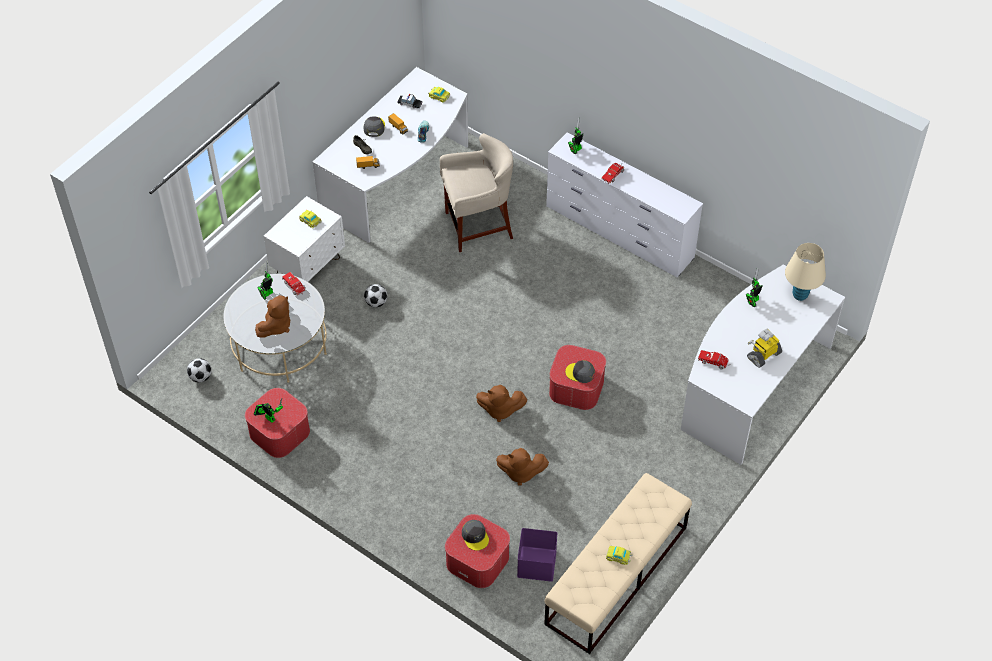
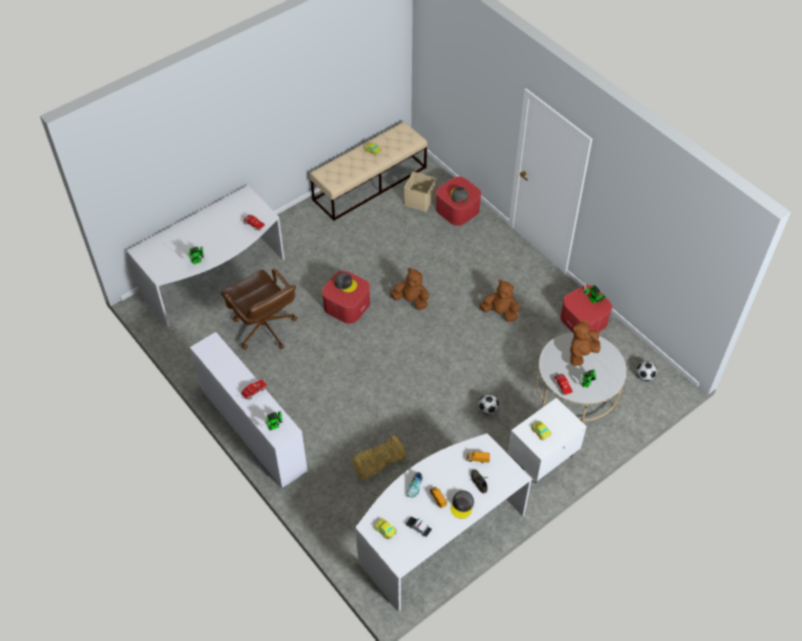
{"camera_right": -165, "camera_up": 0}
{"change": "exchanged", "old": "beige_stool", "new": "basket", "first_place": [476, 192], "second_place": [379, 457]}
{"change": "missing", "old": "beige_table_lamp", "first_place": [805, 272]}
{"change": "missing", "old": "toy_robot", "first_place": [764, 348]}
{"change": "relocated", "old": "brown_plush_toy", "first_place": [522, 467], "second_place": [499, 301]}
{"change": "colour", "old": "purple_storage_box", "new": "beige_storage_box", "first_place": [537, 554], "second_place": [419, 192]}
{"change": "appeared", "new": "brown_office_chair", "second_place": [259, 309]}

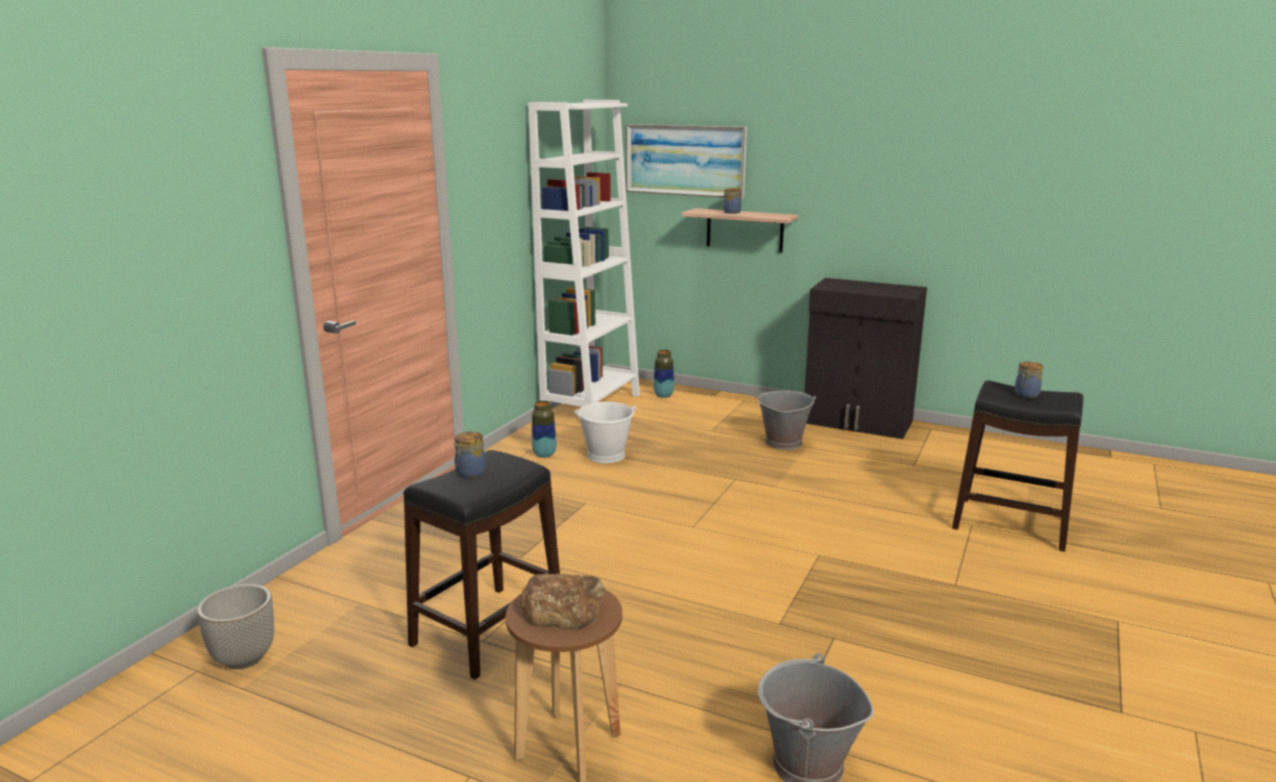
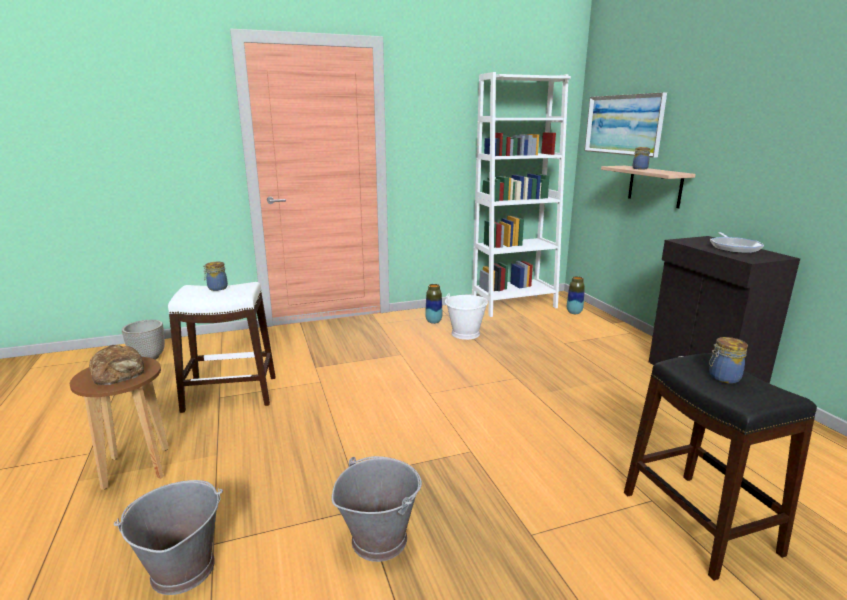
{"camera_right": 45, "camera_up": 0}
{"change": "relocated", "old": "grey_bucket", "first_place": [786, 420], "second_place": [377, 509]}
{"change": "colour", "old": "black_stool", "new": "white_stool", "first_place": [481, 565], "second_place": [222, 347]}
{"change": "appeared", "new": "frying_pan", "second_place": [737, 242]}

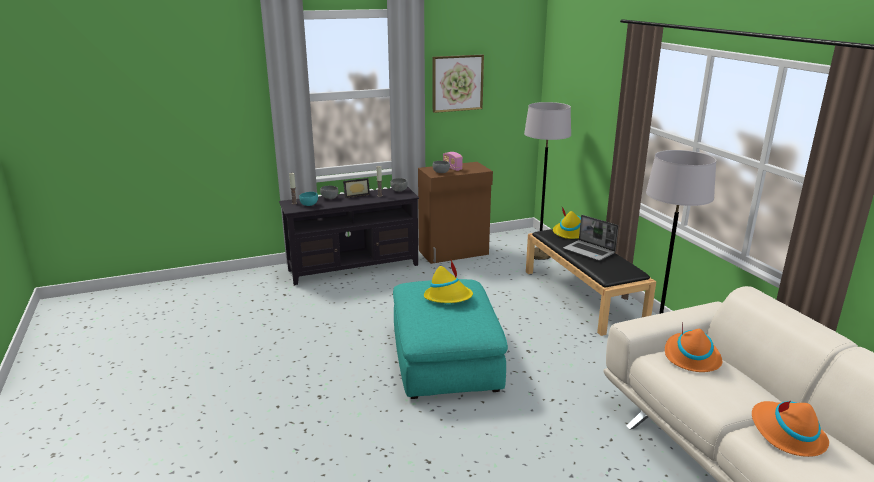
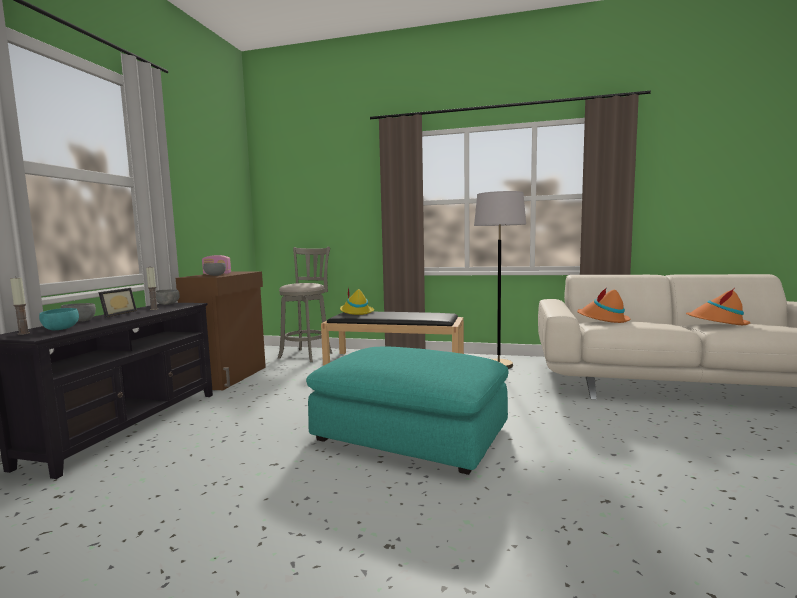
{"camera_right": -55, "camera_up": -15}
{"change": "missing", "old": "picture", "first_place": [458, 83]}
{"change": "exchanged", "old": "grey_floor_lamp", "new": "grey_stool", "first_place": [547, 181], "second_place": [305, 304]}
{"change": "missing", "old": "laptop", "first_place": [590, 238]}
{"change": "missing", "old": "yellow_hat", "first_place": [448, 281]}

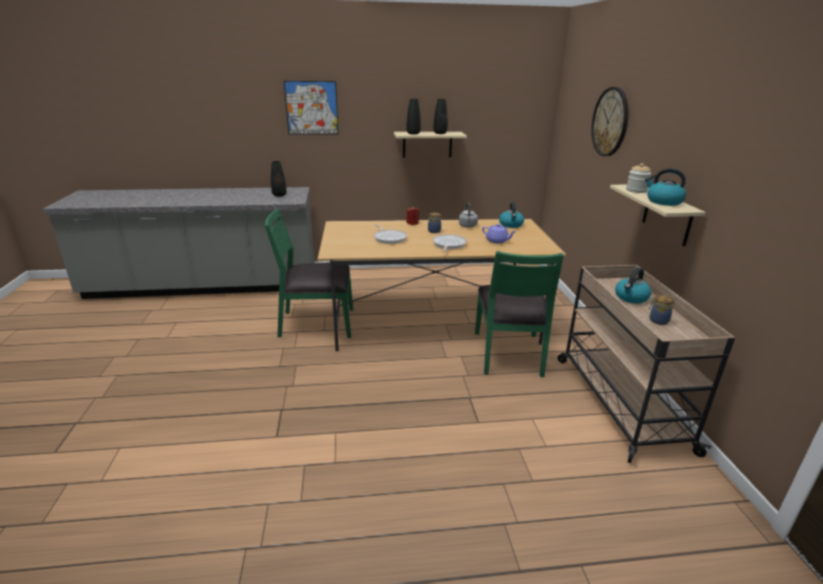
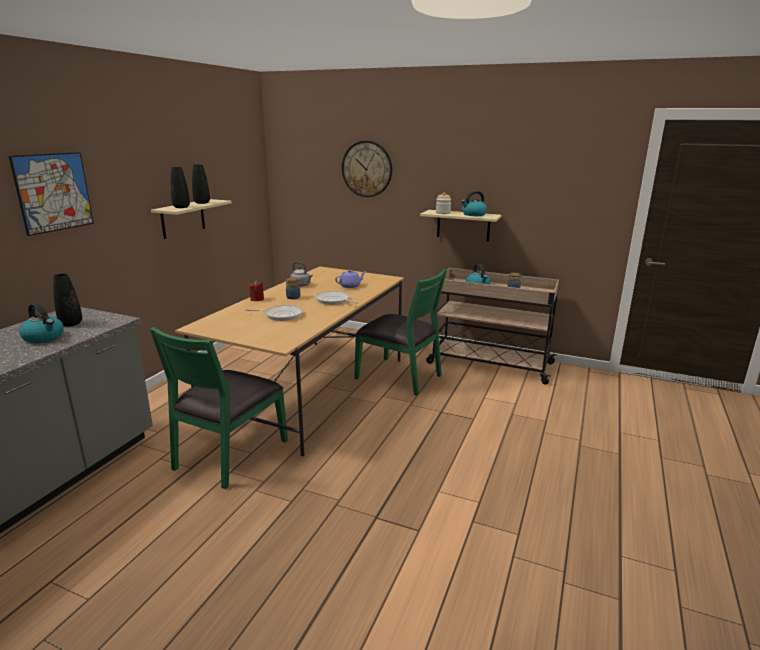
{"camera_right": -60, "camera_up": -5}
{"change": "relocated", "old": "kettle", "first_place": [511, 215], "second_place": [41, 323]}

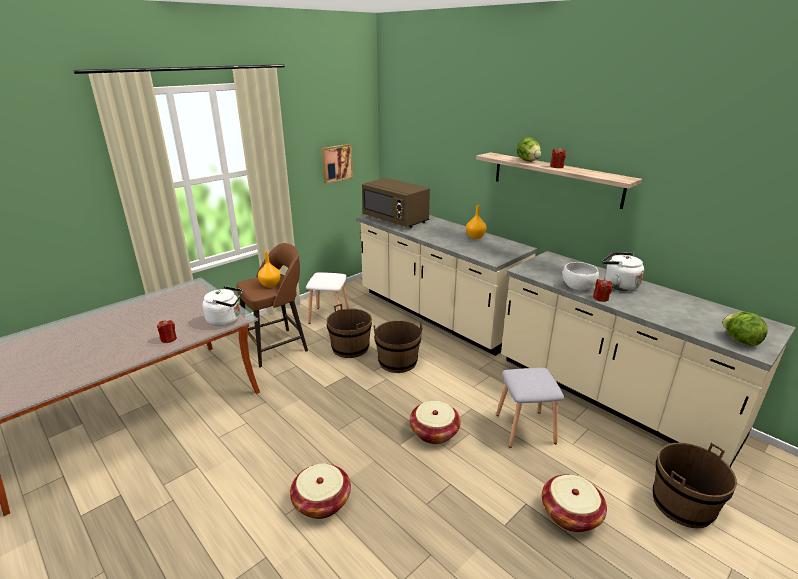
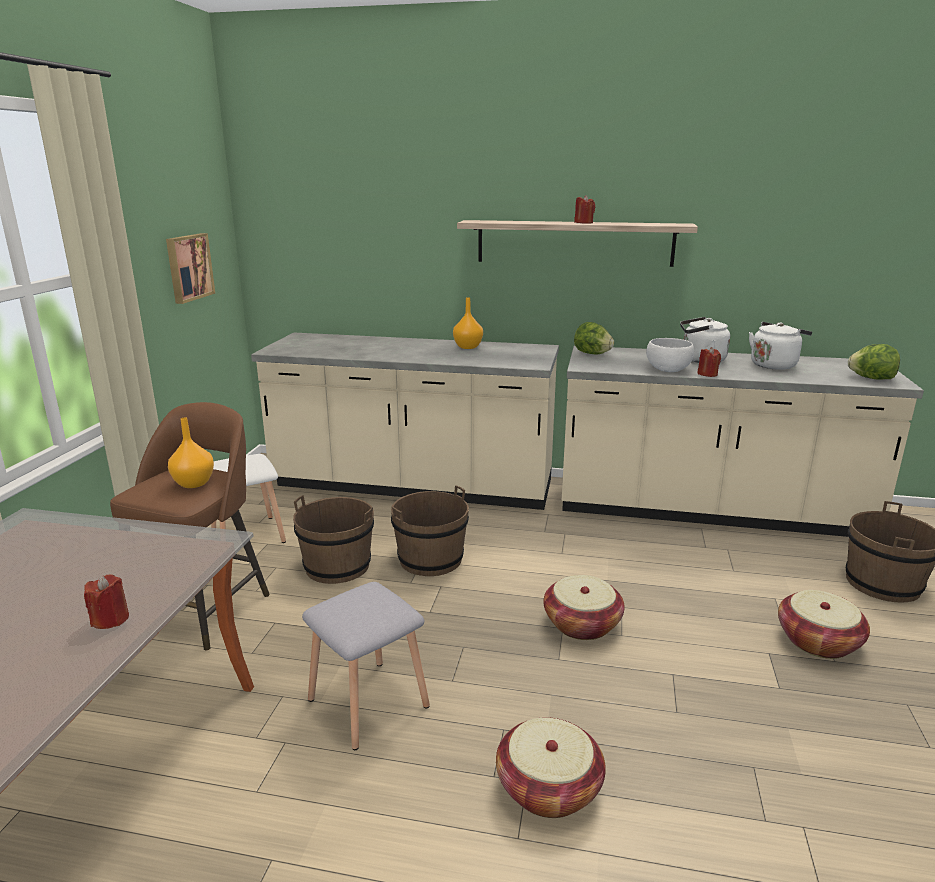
{"camera_right": -35, "camera_up": -5}
{"change": "relocated", "old": "lettuce", "first_place": [529, 149], "second_place": [594, 338]}
{"change": "missing", "old": "brown_microwave", "first_place": [396, 203]}
{"change": "relocated", "old": "white_kettle", "first_place": [222, 306], "second_place": [780, 346]}
{"change": "relocated", "old": "grey_stool", "first_place": [530, 408], "second_place": [366, 666]}

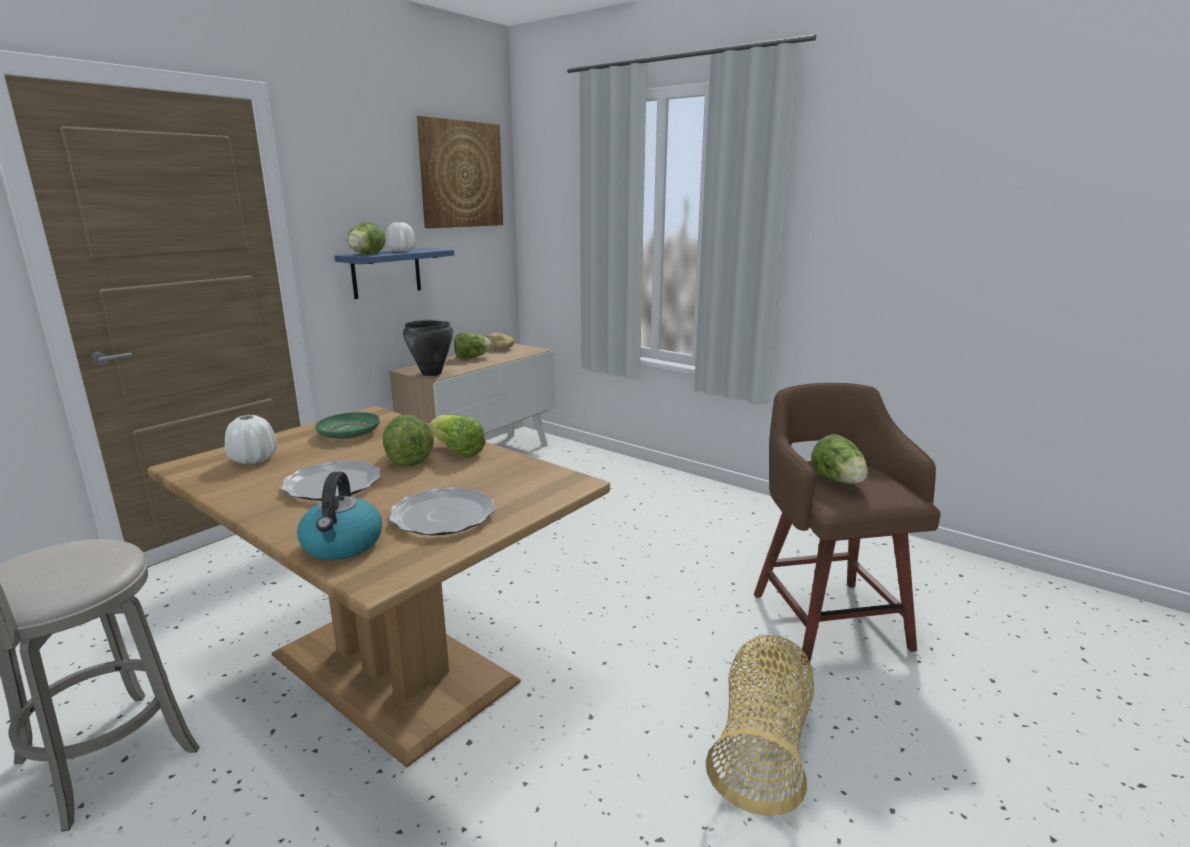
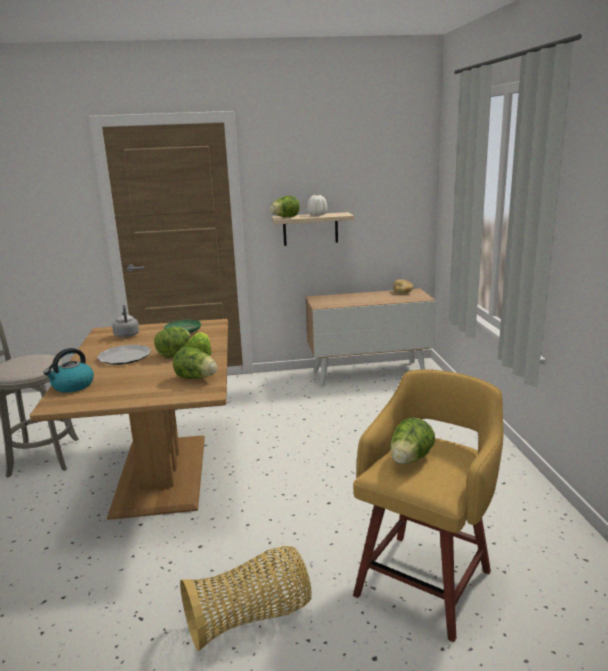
{"camera_right": 45, "camera_up": 0}
{"change": "missing", "old": "picture", "first_place": [460, 172]}
{"change": "colour", "old": "blue_shelf", "new": "beige_shelf", "first_place": [394, 273], "second_place": [313, 229]}
{"change": "missing", "old": "black_cooking_pot", "first_place": [428, 348]}
{"change": "relocated", "old": "lettuce", "first_place": [473, 345], "second_place": [195, 363]}
{"change": "colour", "old": "brown_stool", "new": "yellow_stool", "first_place": [847, 524], "second_place": [428, 506]}
{"change": "exchanged", "old": "white_vase", "new": "grey_kettle", "first_place": [251, 439], "second_place": [125, 321]}
{"change": "missing", "old": "plate", "first_place": [442, 511]}

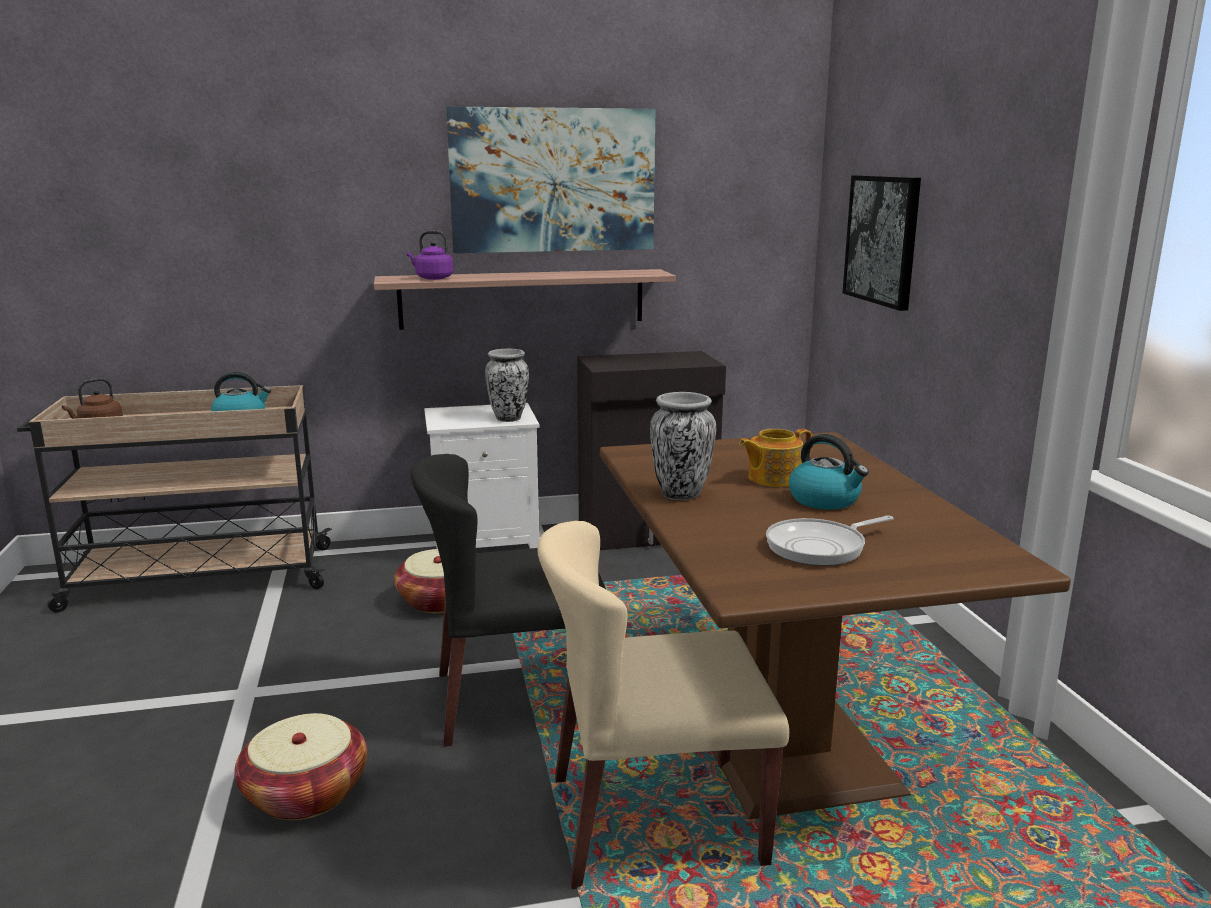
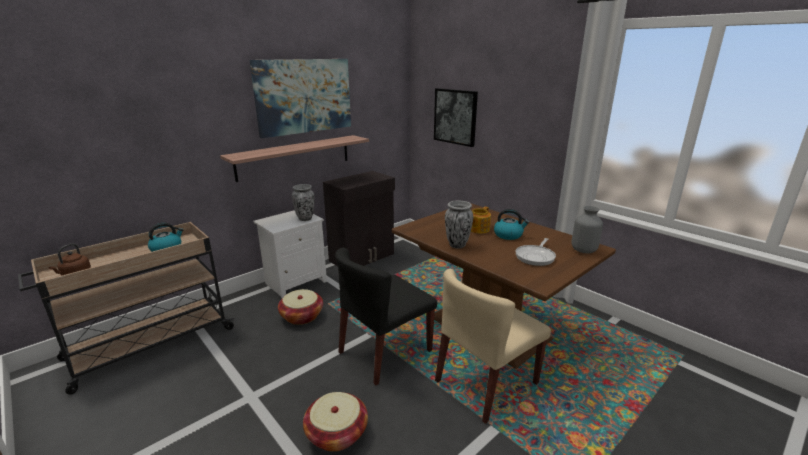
{"camera_right": -30, "camera_up": 5}
{"change": "missing", "old": "purple_kettle", "first_place": [430, 255]}
{"change": "appeared", "new": "grey_vase", "second_place": [587, 229]}

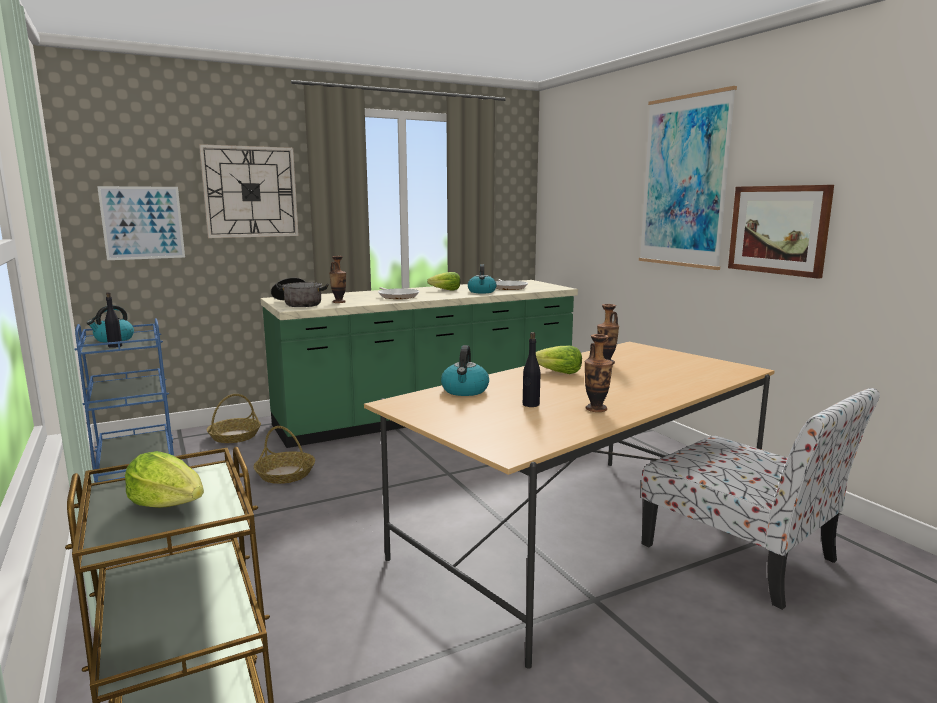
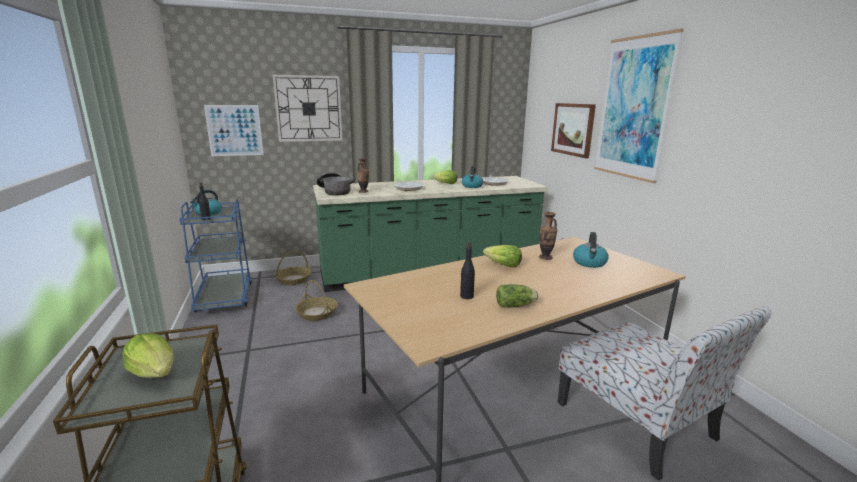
{"camera_right": 10, "camera_up": 5}
{"change": "relocated", "old": "picture", "first_place": [781, 232], "second_place": [573, 130]}
{"change": "exchanged", "old": "vase", "new": "lettuce", "first_place": [599, 373], "second_place": [517, 296]}
{"change": "relocated", "old": "kettle", "first_place": [465, 370], "second_place": [591, 250]}

